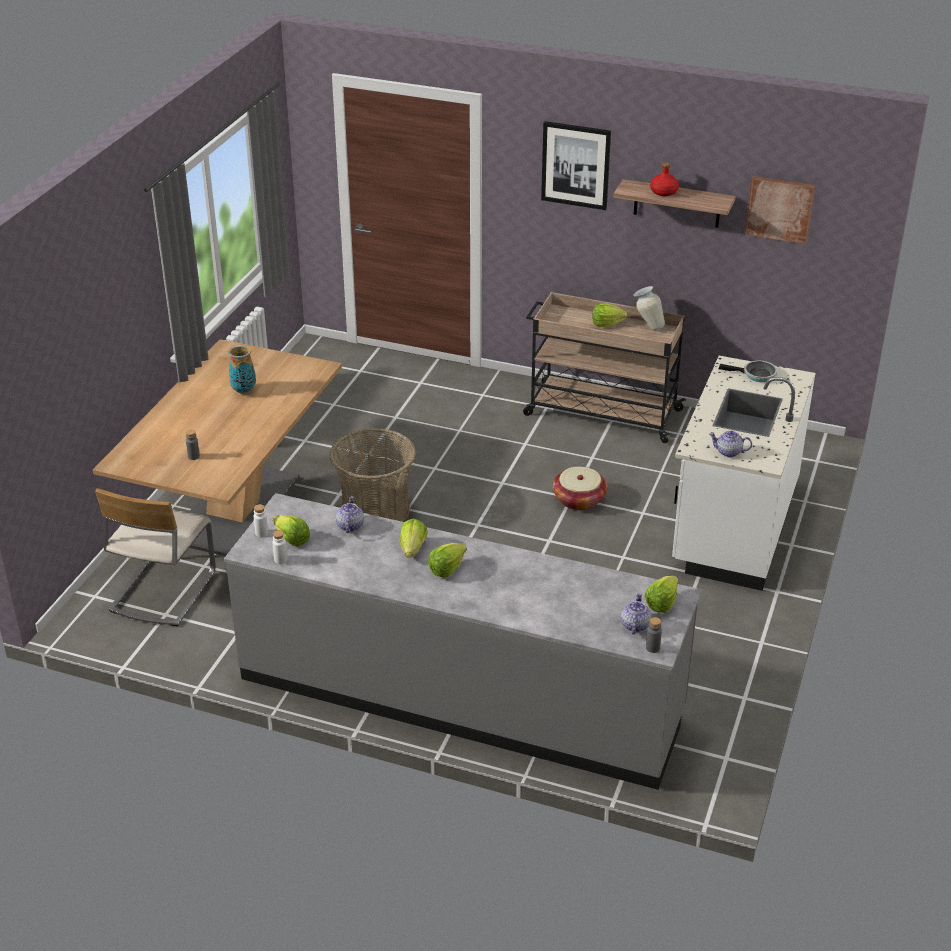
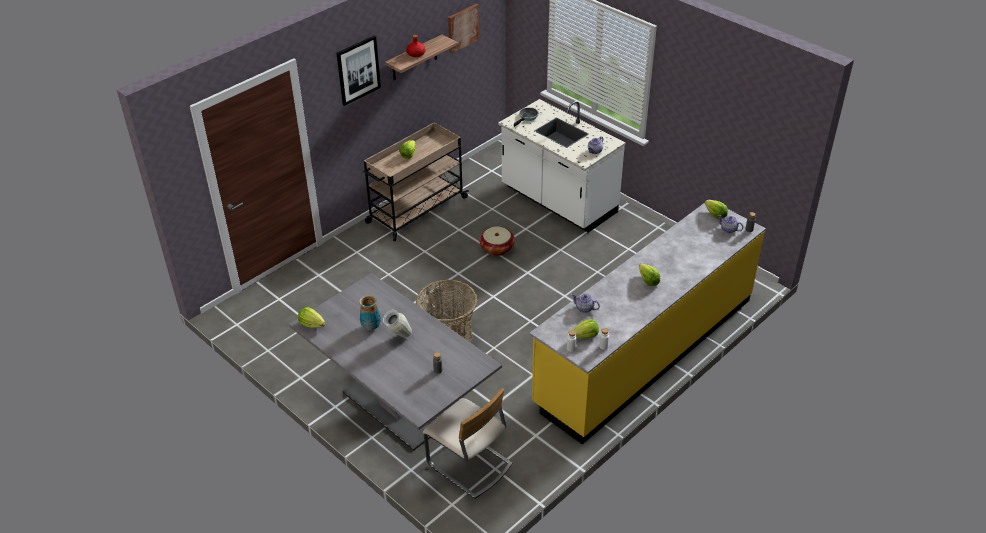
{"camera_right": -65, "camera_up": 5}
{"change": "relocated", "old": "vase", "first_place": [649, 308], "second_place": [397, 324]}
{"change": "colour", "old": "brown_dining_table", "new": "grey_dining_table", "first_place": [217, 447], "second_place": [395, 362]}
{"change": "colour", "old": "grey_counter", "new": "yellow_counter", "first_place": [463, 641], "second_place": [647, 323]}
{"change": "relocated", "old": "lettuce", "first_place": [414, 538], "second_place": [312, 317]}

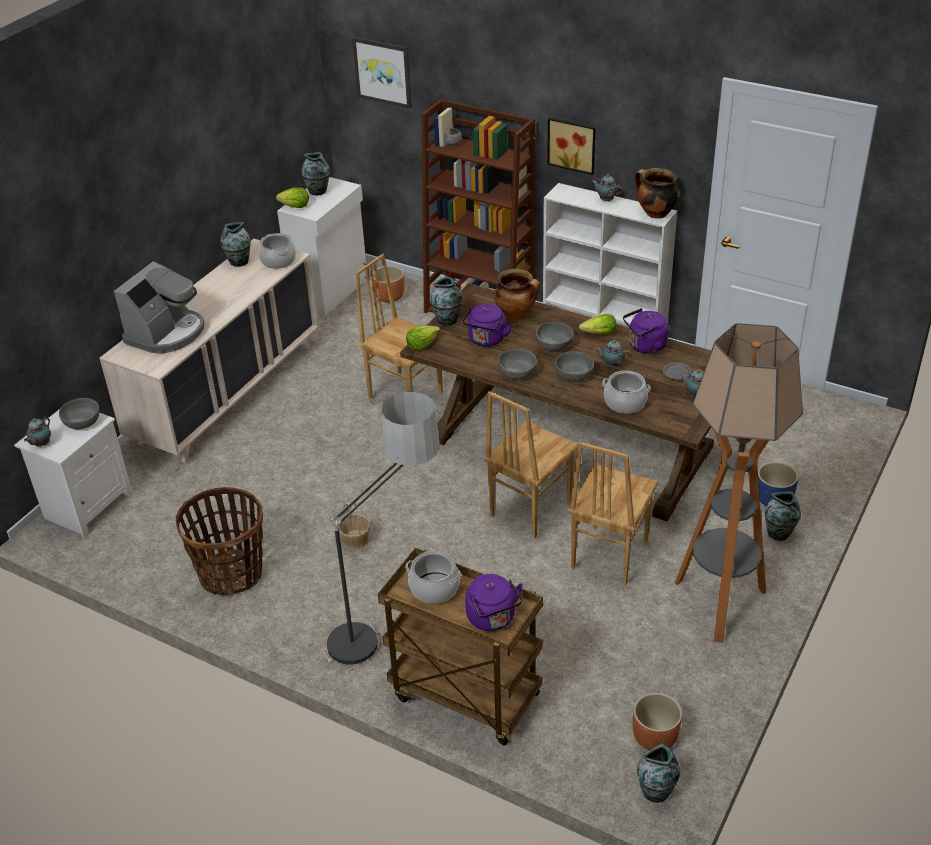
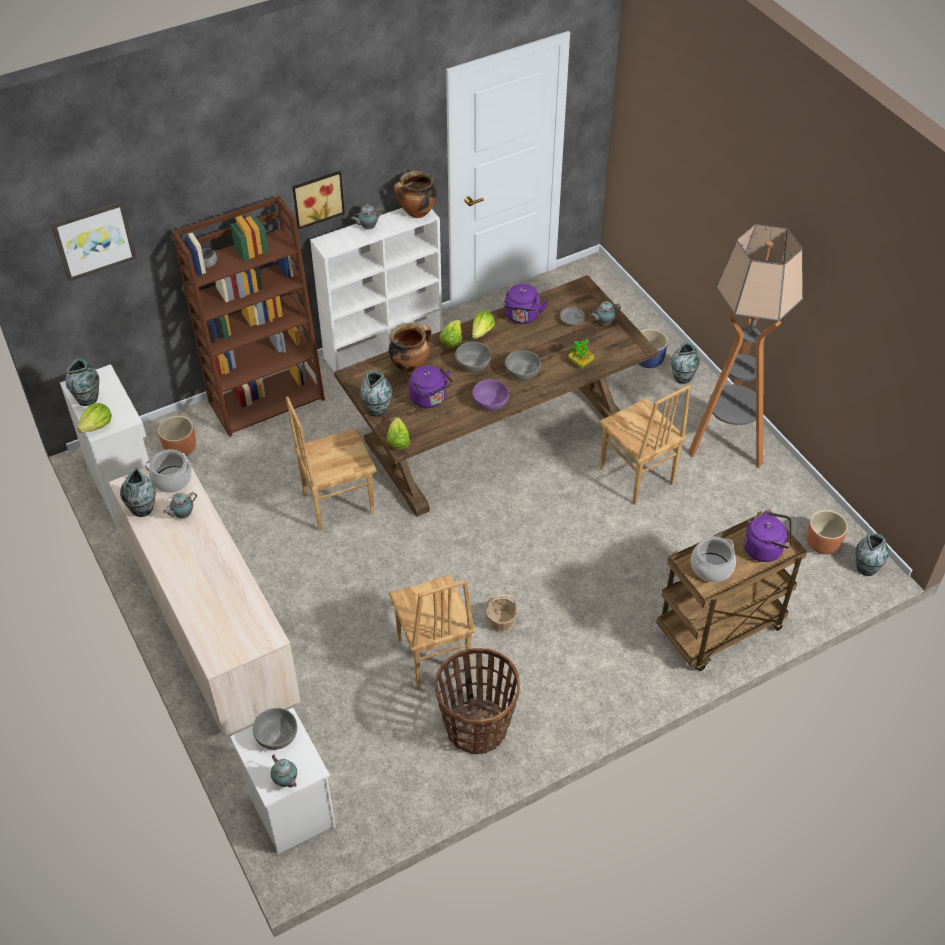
{"camera_right": -60, "camera_up": 10}
{"change": "missing", "old": "coffee_machine", "first_place": [159, 307]}
{"change": "relocated", "old": "teapot", "first_place": [613, 354], "second_place": [180, 505]}
{"change": "colour", "old": "grey_bowl", "new": "purple_bowl", "first_place": [517, 364], "second_place": [490, 395]}
{"change": "exchanged", "old": "cooking_pot", "new": "potted_plant", "first_place": [626, 392], "second_place": [581, 353]}
{"change": "relocated", "old": "brown_chair", "first_place": [531, 465], "second_place": [432, 632]}
{"change": "missing", "old": "floor_lamp", "first_place": [382, 528]}
{"change": "appeared", "new": "lettuce", "second_place": [450, 334]}

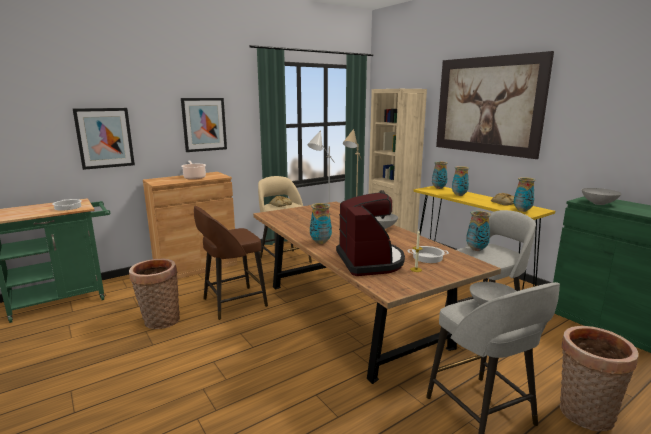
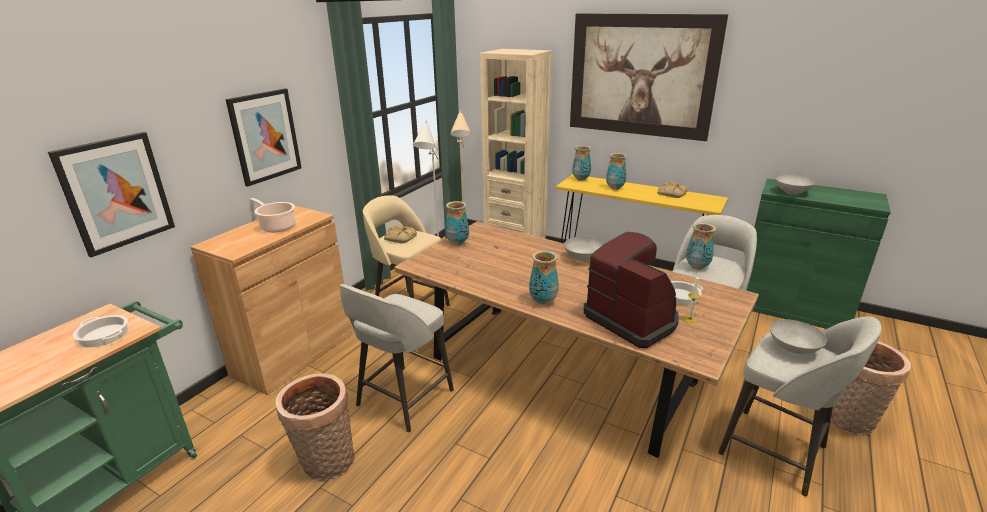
{"camera_right": -25, "camera_up": 10}
{"change": "relocated", "old": "vase", "first_place": [524, 194], "second_place": [457, 223]}
{"change": "colour", "old": "brown_stool", "new": "grey_stool", "first_place": [231, 263], "second_place": [396, 358]}

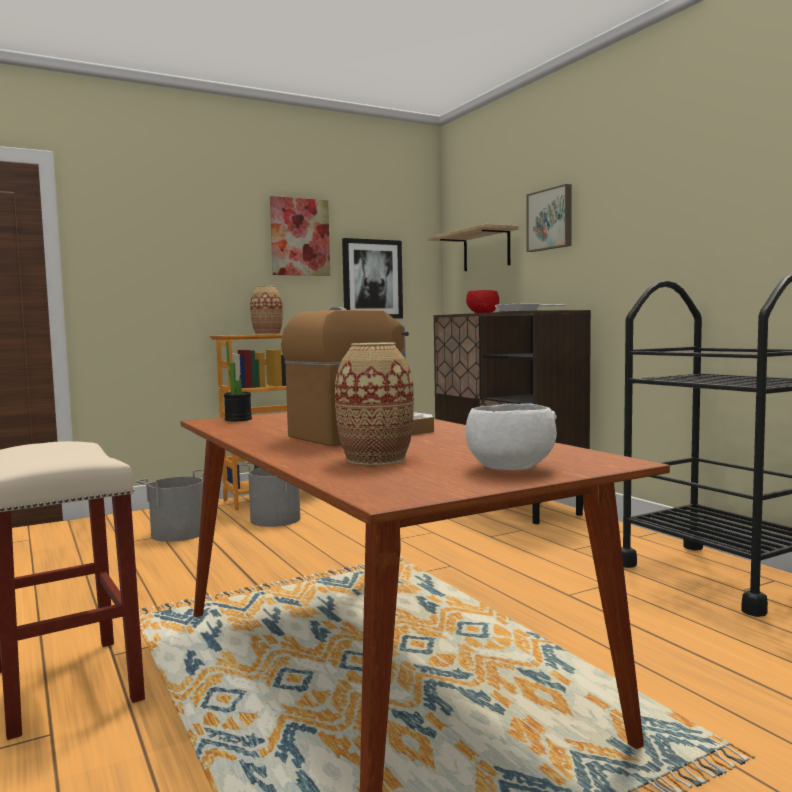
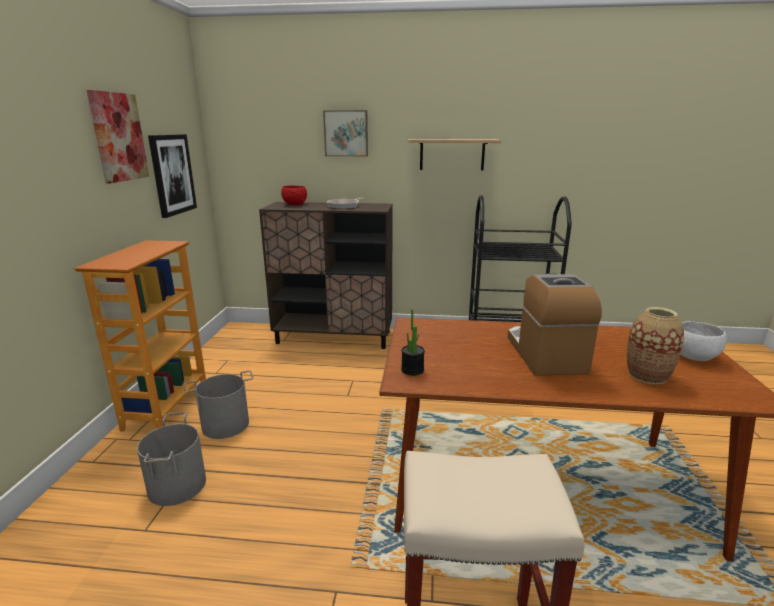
{"camera_right": -55, "camera_up": 15}
{"change": "relocated", "old": "shelf", "first_place": [473, 247], "second_place": [454, 154]}
{"change": "missing", "old": "vase", "first_place": [266, 310]}

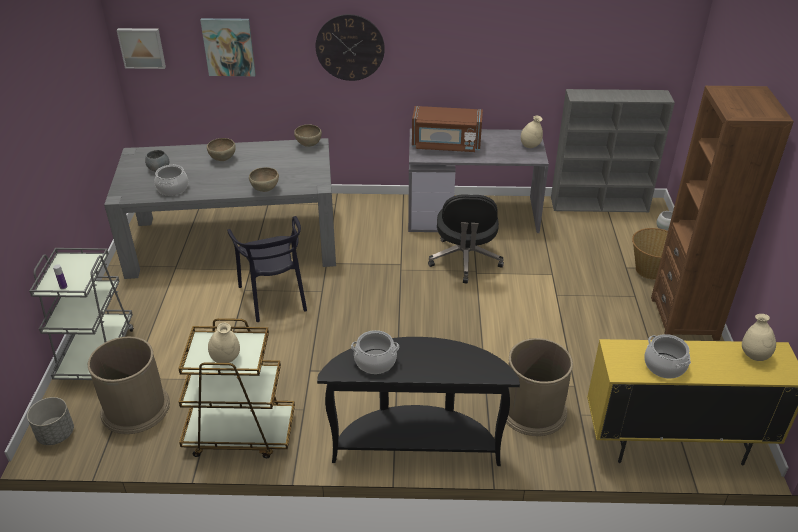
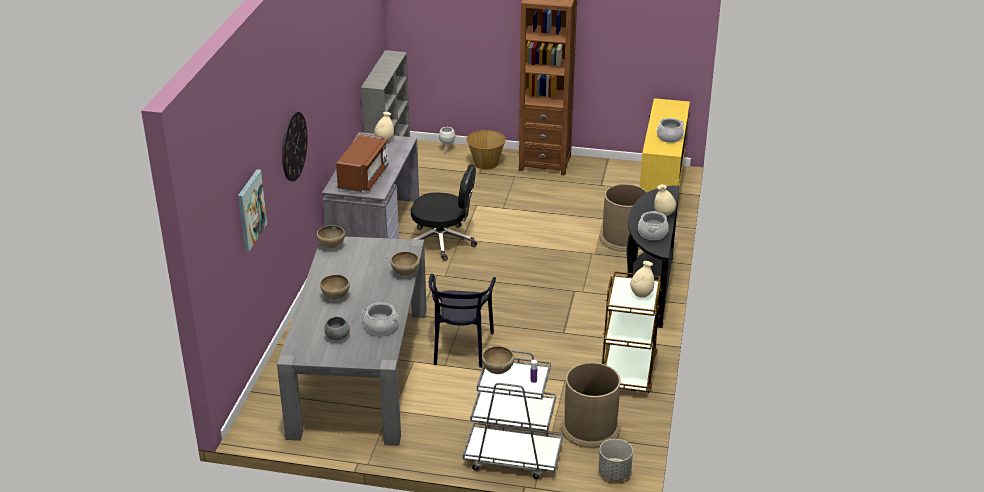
{"camera_right": -80, "camera_up": -5}
{"change": "missing", "old": "picture", "first_place": [141, 48]}
{"change": "spun", "old": "black_chair", "first_place": [267, 269], "second_place": [462, 321], "degrees": 105}
{"change": "relocated", "old": "beige_vase", "first_place": [759, 337], "second_place": [665, 200]}
{"change": "appeared", "new": "brown_bowl", "second_place": [498, 360]}

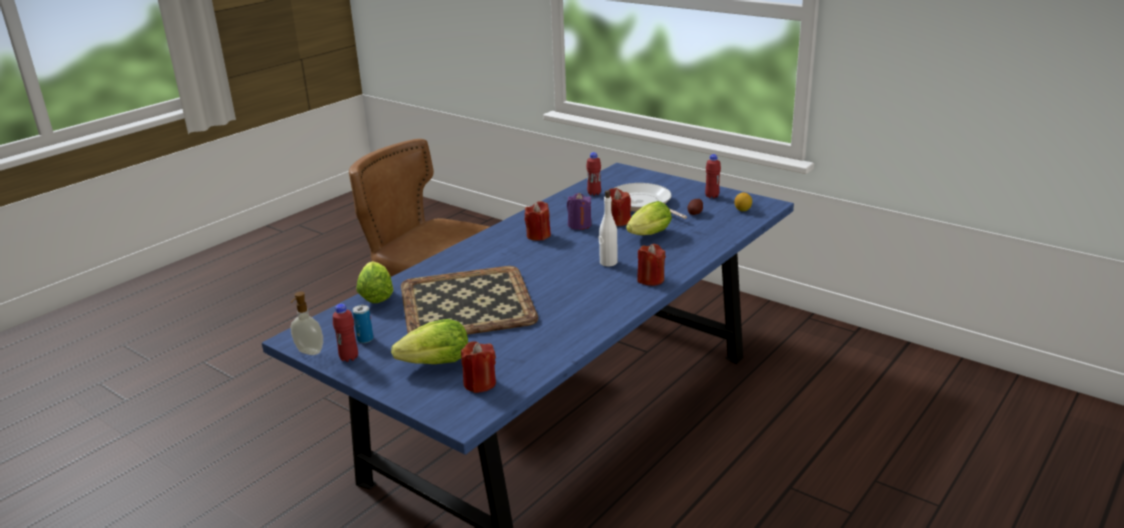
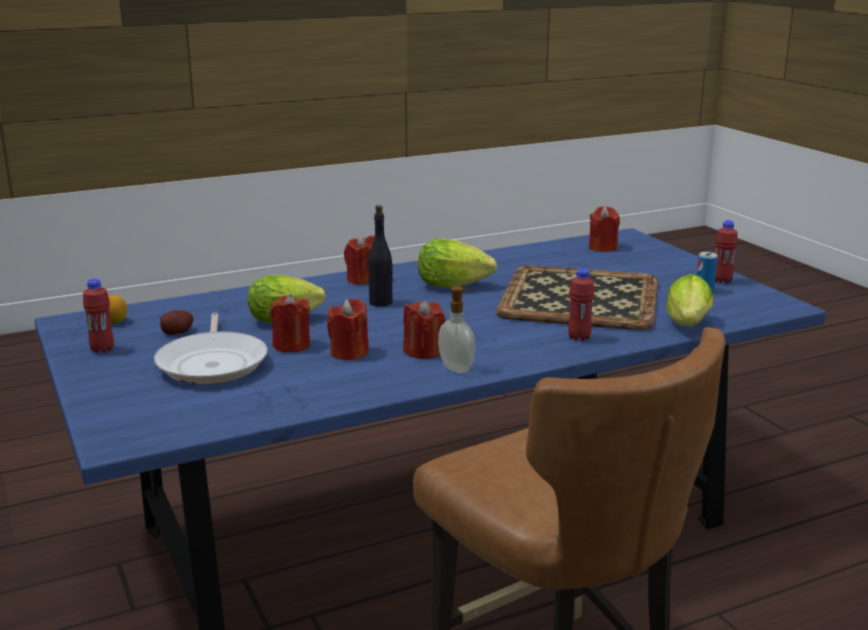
{"camera_right": -155, "camera_up": -5}
{"change": "relocated", "old": "red_bottle", "first_place": [593, 174], "second_place": [581, 304]}
{"change": "colour", "old": "white_bottle", "new": "black_bottle", "first_place": [608, 228], "second_place": [380, 256]}
{"change": "colour", "old": "purple_candle", "new": "red_candle", "first_place": [579, 211], "second_place": [348, 329]}
{"change": "relocated", "old": "soap_dispenser", "first_place": [307, 323], "second_place": [456, 329]}
{"change": "relocated", "old": "lettuce", "first_place": [429, 341], "second_place": [457, 263]}

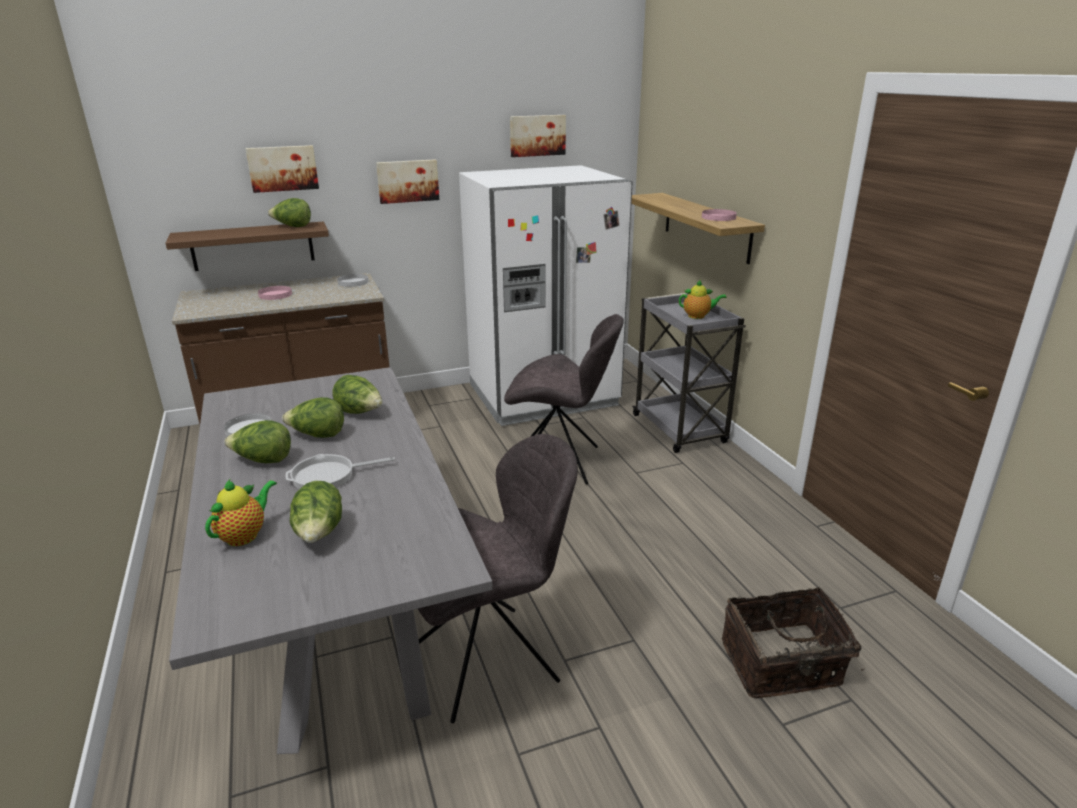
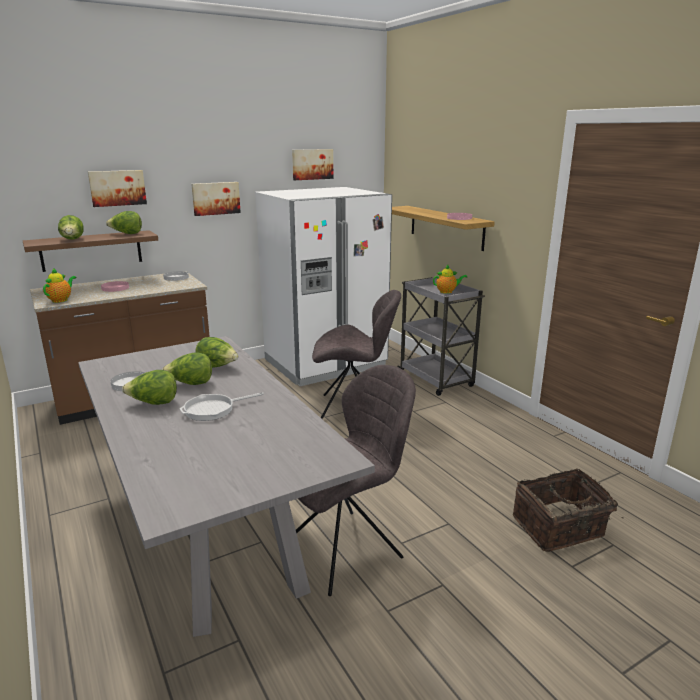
{"camera_right": -10, "camera_up": -5}
{"change": "relocated", "old": "teapot", "first_place": [241, 512], "second_place": [59, 285]}
{"change": "relocated", "old": "lettuce", "first_place": [316, 512], "second_place": [71, 227]}

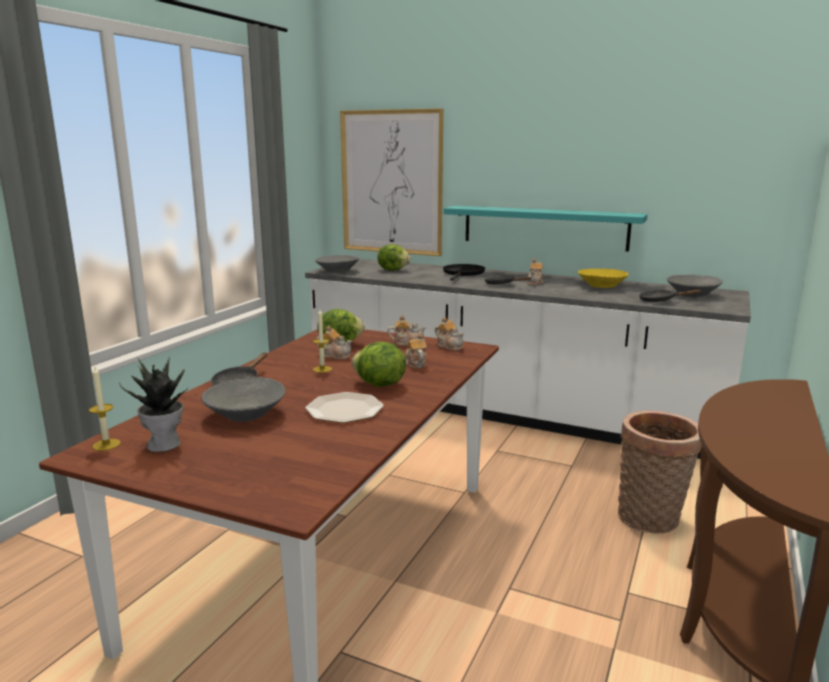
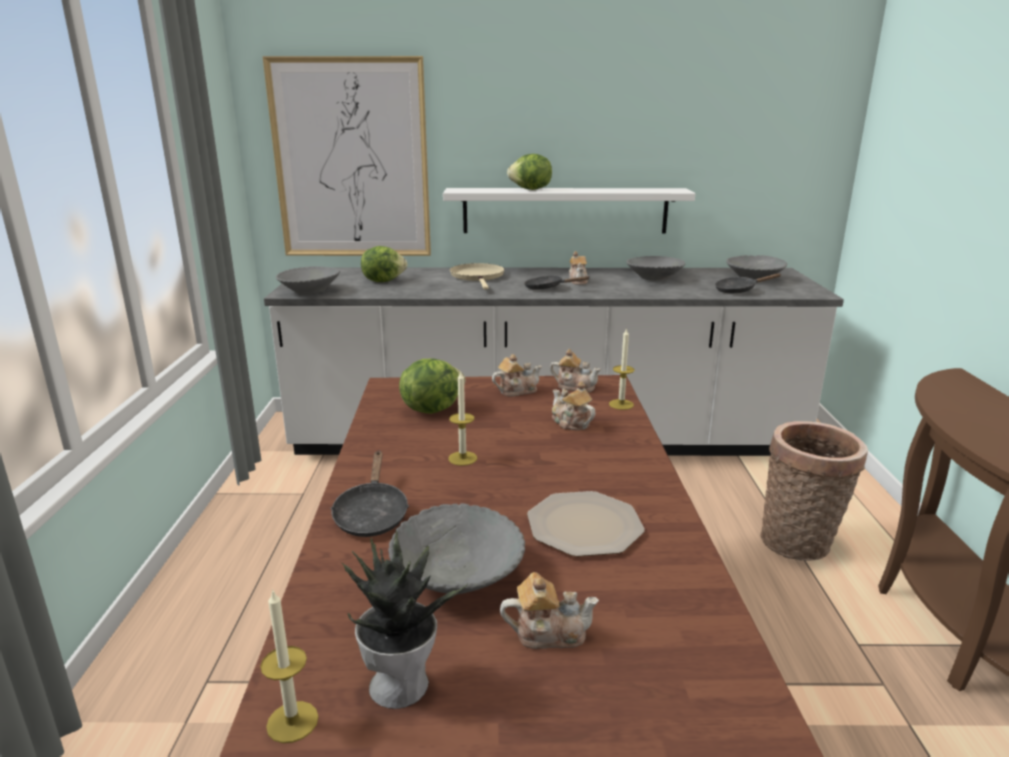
{"camera_right": -25, "camera_up": 5}
{"change": "colour", "old": "turquoise_shelf", "new": "white_shelf", "first_place": [545, 229], "second_place": [569, 210]}
{"change": "colour", "old": "black_frying_pan", "new": "beige_frying_pan", "first_place": [464, 272], "second_place": [477, 276]}
{"change": "colour", "old": "yellow_bowl", "new": "grey_bowl", "first_place": [603, 278], "second_place": [655, 268]}
{"change": "relocated", "old": "teapot", "first_place": [334, 342], "second_place": [549, 610]}
{"change": "relocated", "old": "lettuce", "first_place": [378, 364], "second_place": [529, 172]}
{"change": "appeared", "new": "candle", "second_place": [622, 369]}

